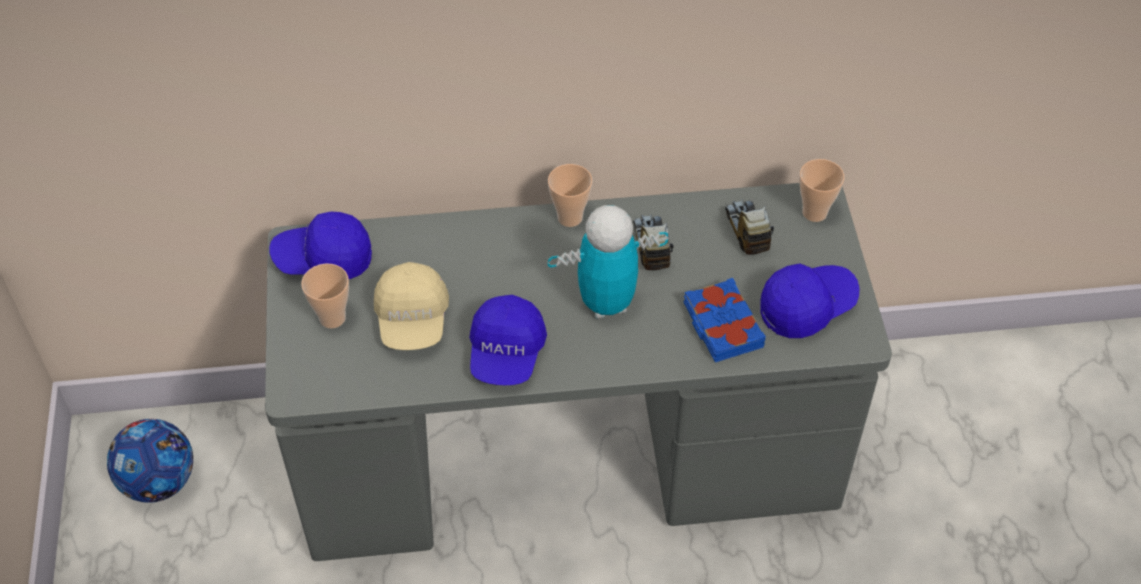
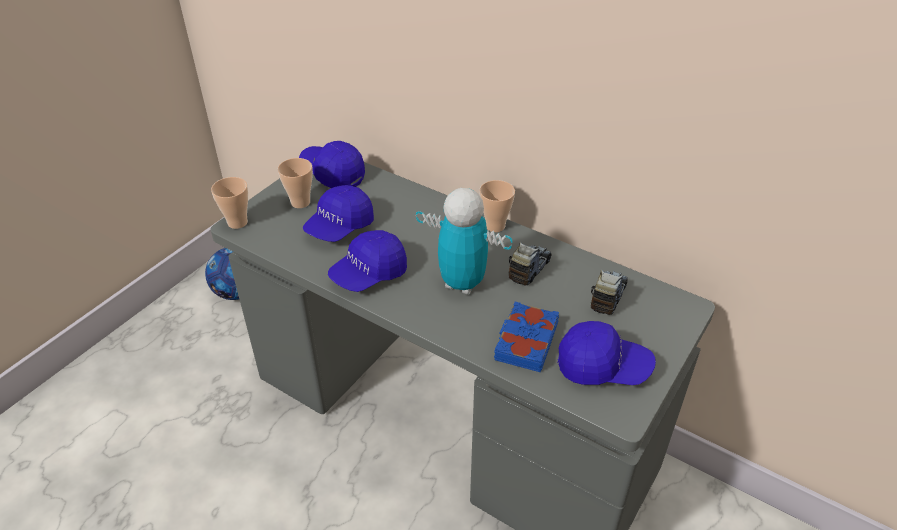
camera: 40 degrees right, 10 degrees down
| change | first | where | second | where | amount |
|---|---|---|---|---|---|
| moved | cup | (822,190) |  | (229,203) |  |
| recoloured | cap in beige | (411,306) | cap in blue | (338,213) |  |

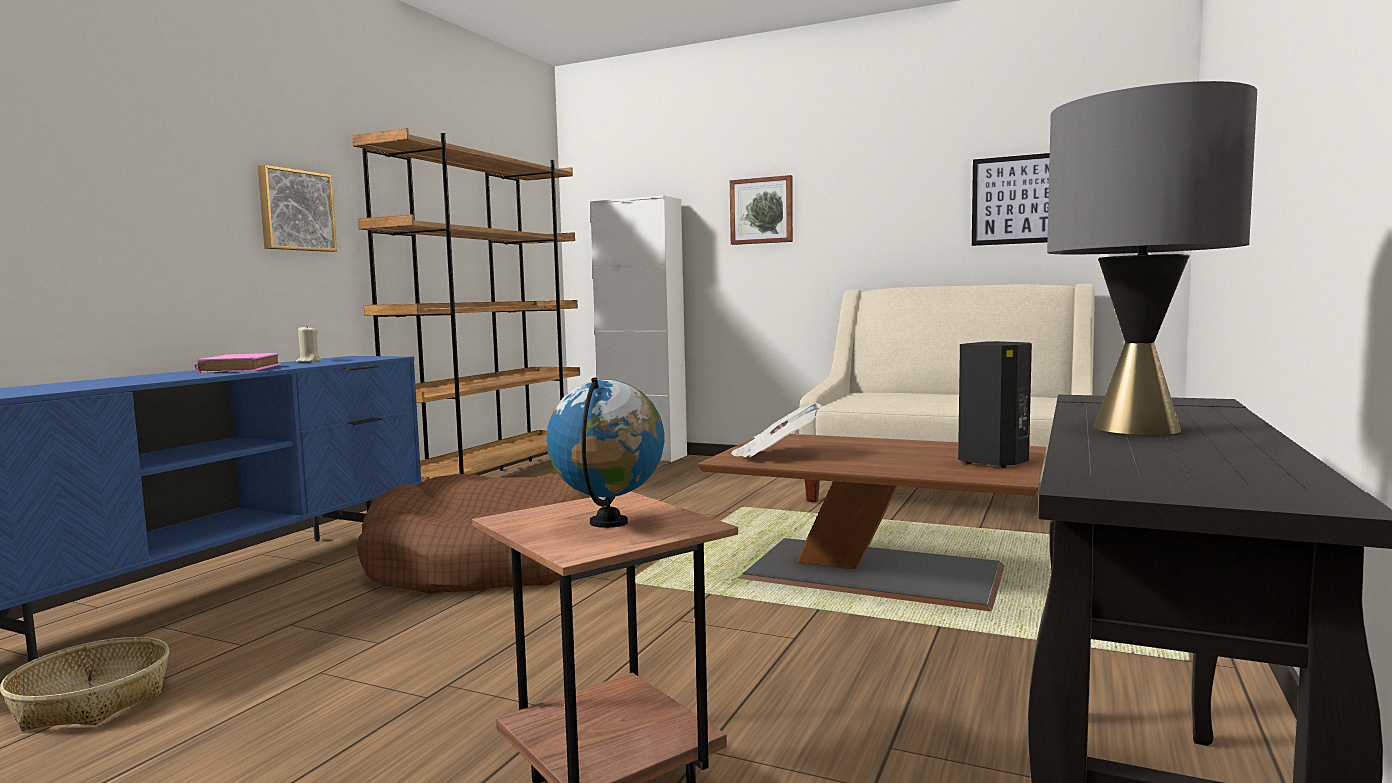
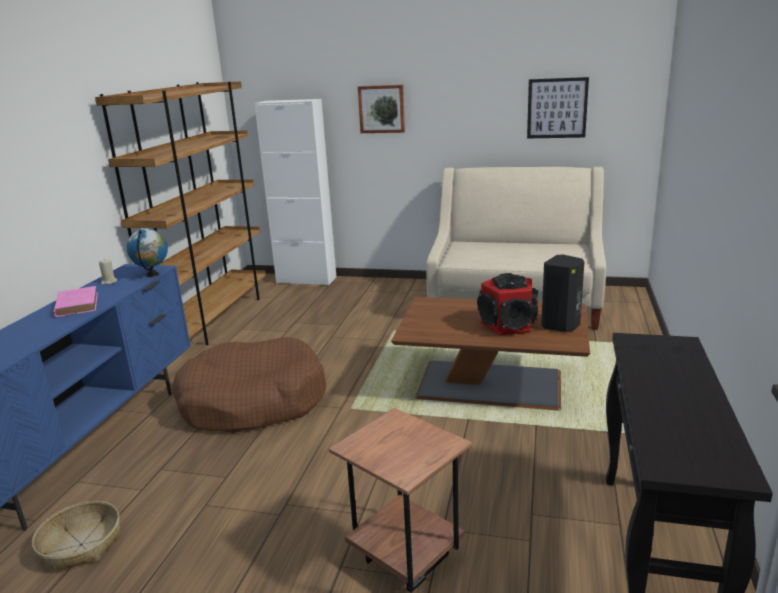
camera: 10 degrees left, 15 degrees up
| change | first | where | second | where | amount |
|---|---|---|---|---|---|
| removed | picture | (297,208) |  |  |  |
| removed | newspaper | (776,430) |  |  |  |
| removed | table lamp in grey | (1152,258) |  |  |  |
| added |  |  | speaker | (507,304) |  |
| moved | globe | (605,452) |  | (147,253) |  |

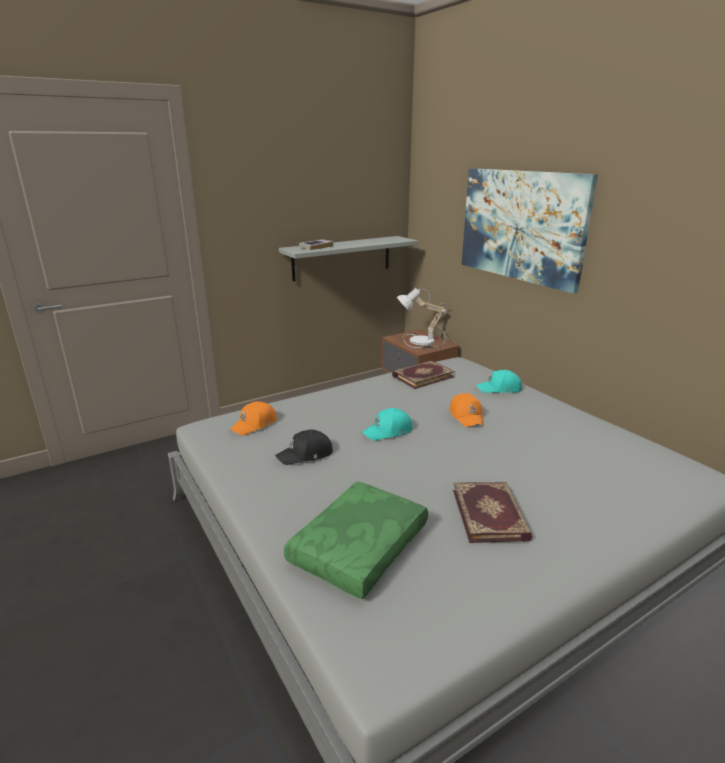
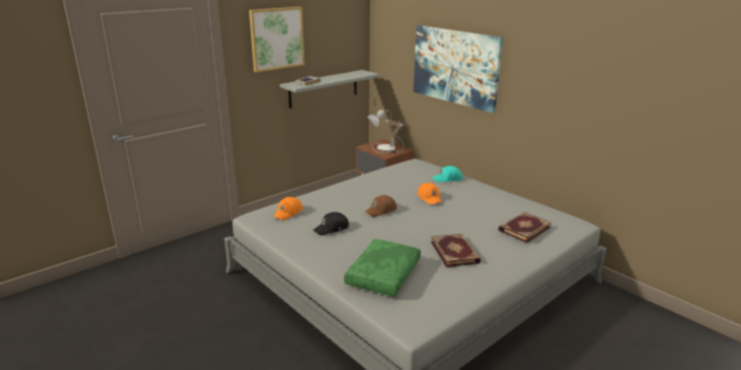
camera: 10 degrees left, 0 degrees up
| change | first | where | second | where | amount |
|---|---|---|---|---|---|
| added |  |  | picture | (277,39) |  |
| moved | book | (423,375) |  | (525,227) |  |
| recoloured | cap in turquoise | (387,424) | cap in brown | (381,206) |  |

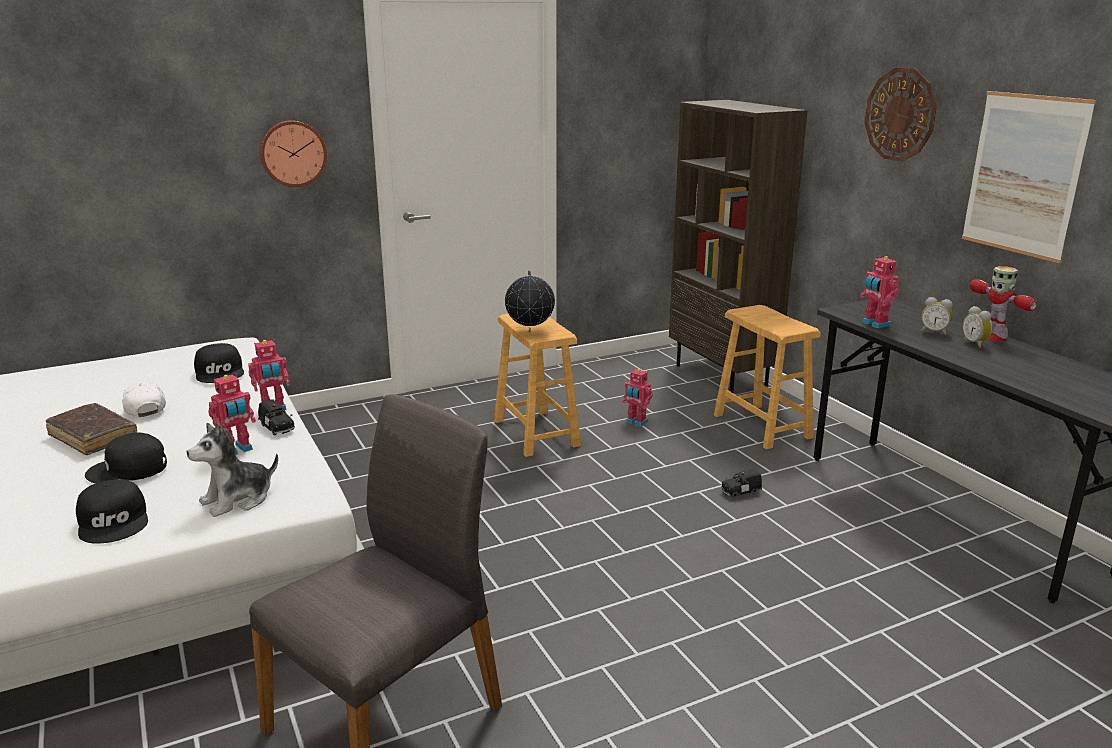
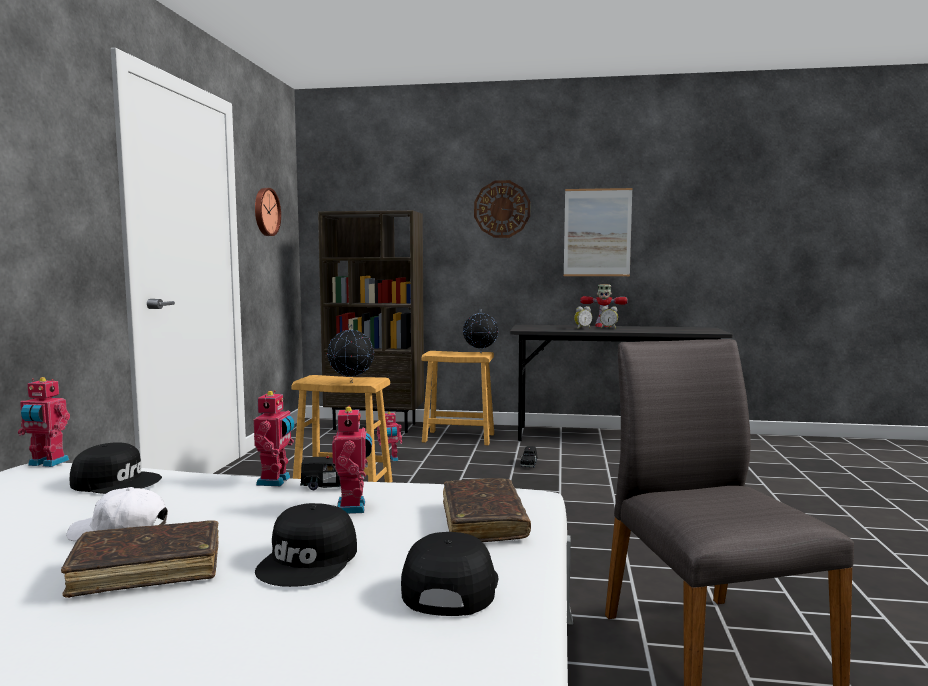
camera: 55 degrees left, 15 degrees down
| change | first | where | second | where | amount |
|---|---|---|---|---|---|
| added |  |  | globe | (480,331) |  |
| moved | wall clock | (293,153) |  | (268,212) |  |
| moved | toy robot | (879,291) |  | (44,422) |  |
| replaced | plush toy | (232,469) | book in brown | (487,510) |  |
| turned | cap in black | (112,511) |  | (449,574) | 90 degrees counterclockwise |

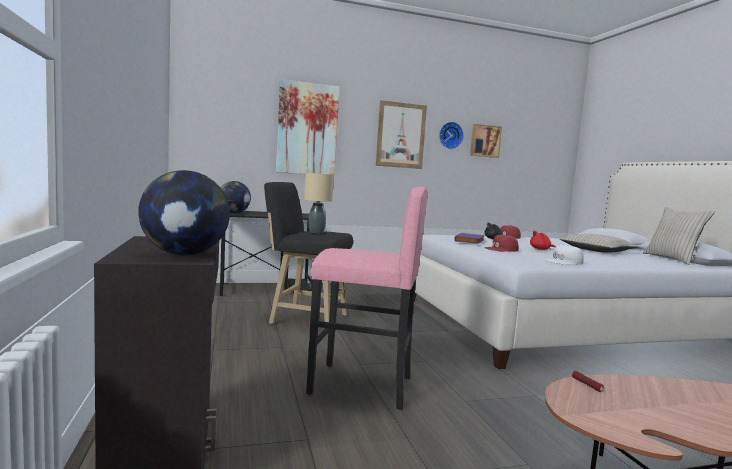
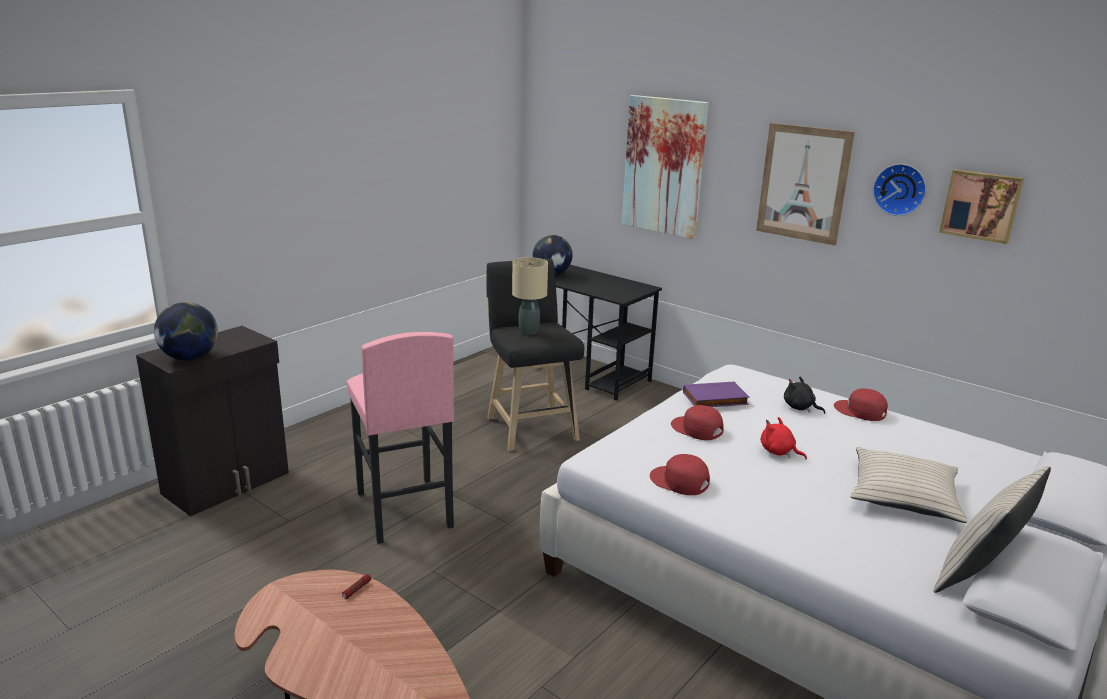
camera: 55 degrees right, 15 degrees up
| change | first | where | second | where | amount |
|---|---|---|---|---|---|
| recoloured | cap in white | (564,255) | cap in red | (680,474) |  |

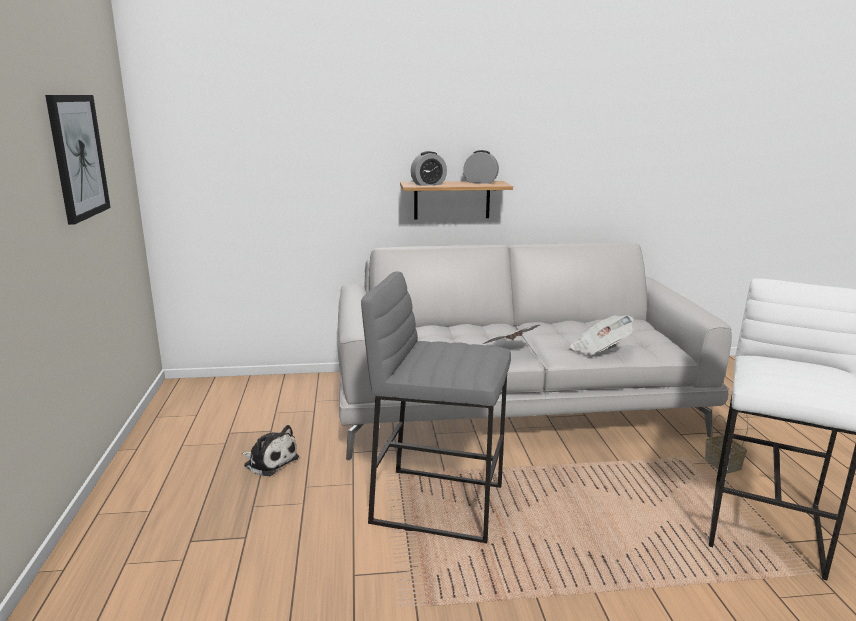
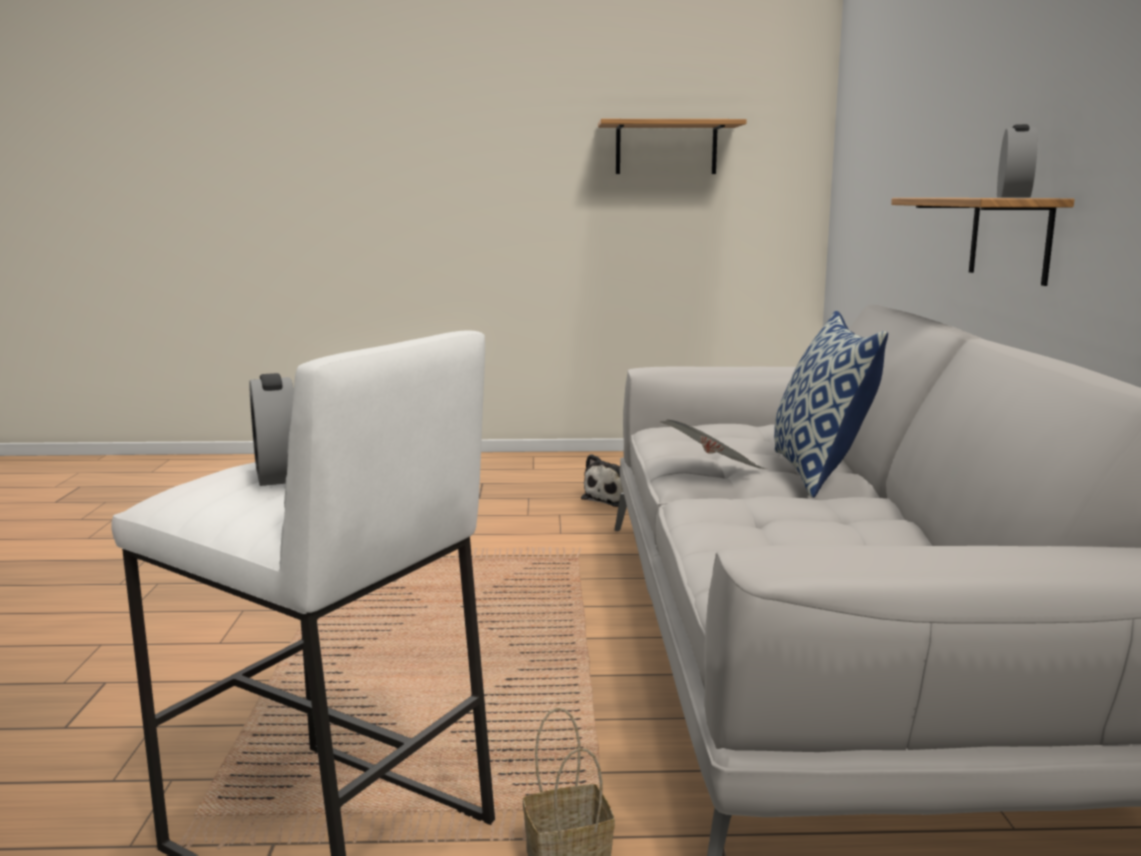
camera: 95 degrees right, 5 degrees down
| change | first | where | second | where | amount |
|---|---|---|---|---|---|
| removed | stool in grey | (436,407) |  |  |  |
| removed | newspaper | (602,335) |  |  |  |
| added |  |  | pillow | (831,404) |  |
| moved | alarm clock | (429,168) |  | (271,429) |  |
| replaced | picture | (78,160) | shelf | (672,146) |  |

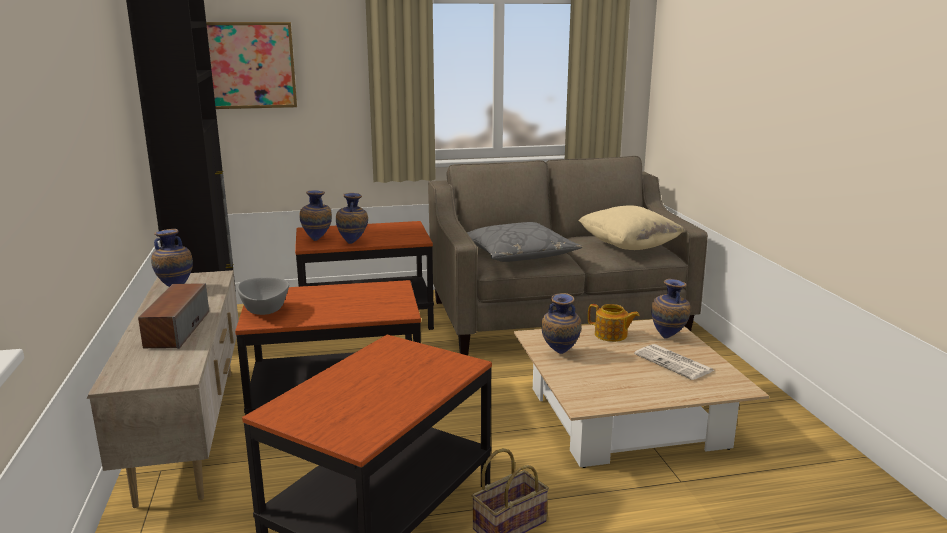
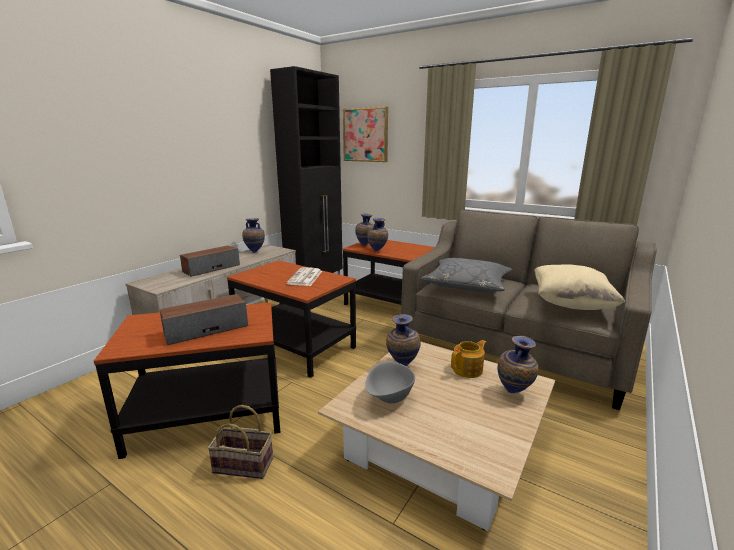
camera: 45 degrees right, 0 degrees up
| change | first | where | second | where | amount |
|---|---|---|---|---|---|
| added |  |  | speaker | (203,319) |  |
| moved | bowl in grey | (263,296) |  | (390,382) |  |
| moved | newspaper | (674,362) |  | (304,276) |  |
| turned | teapot | (613,323) |  | (469,359) | 105 degrees counterclockwise |

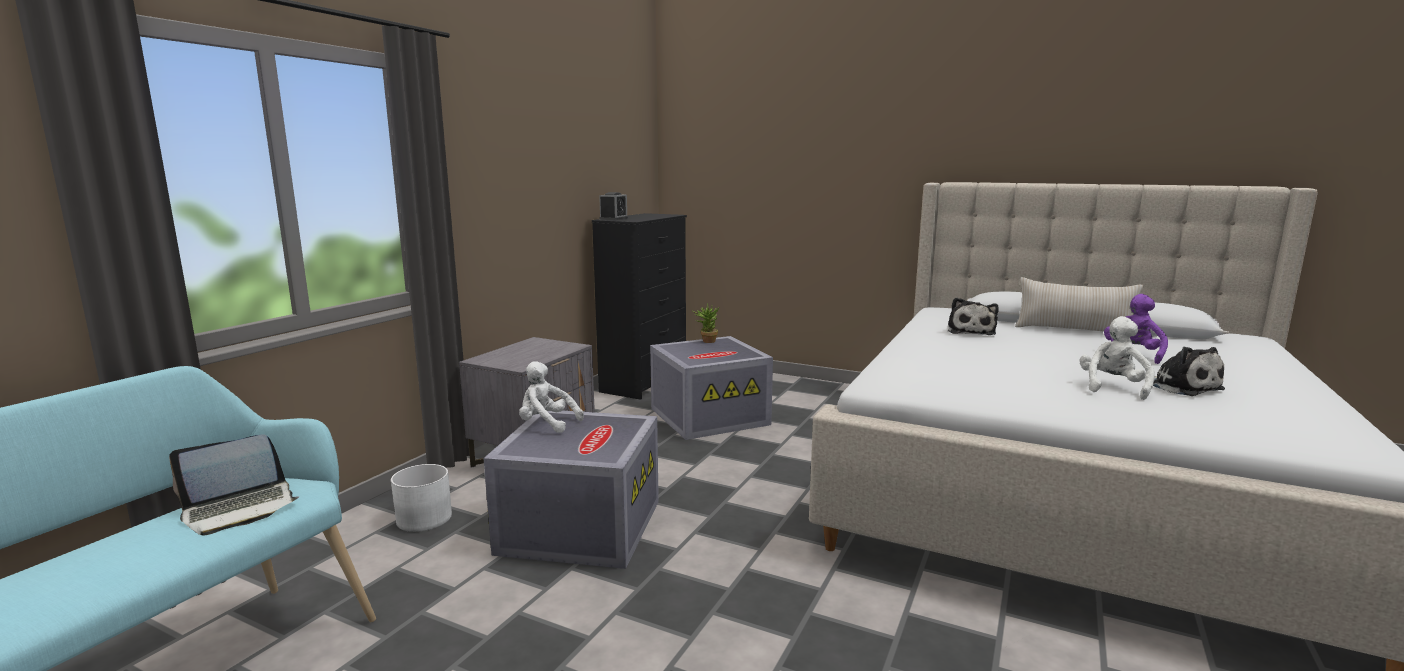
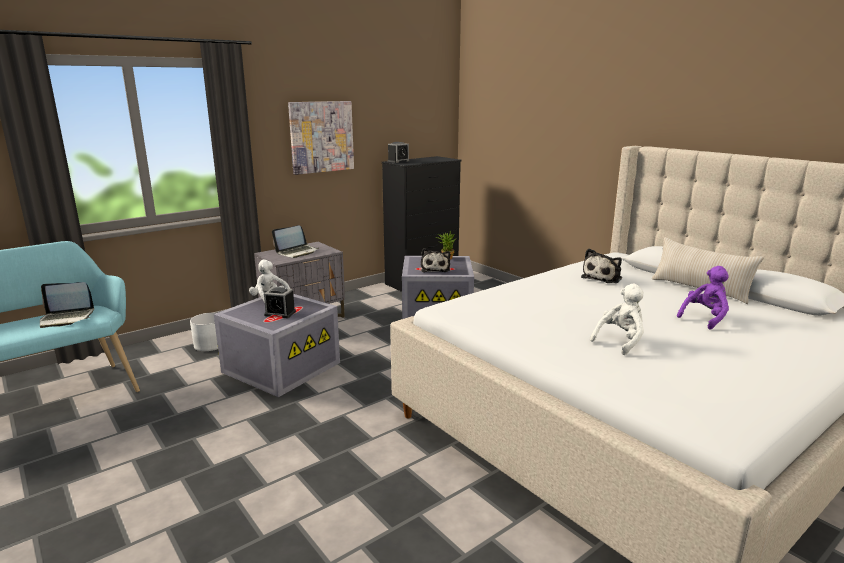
camera: 25 degrees right, 5 degrees up
| change | first | where | second | where | amount |
|---|---|---|---|---|---|
| added |  |  | alarm clock | (280,302) |  |
| added |  |  | laptop | (295,241) |  |
| added |  |  | picture | (321,138) |  |
| moved | plush toy | (1189,371) |  | (435,260) |  |

